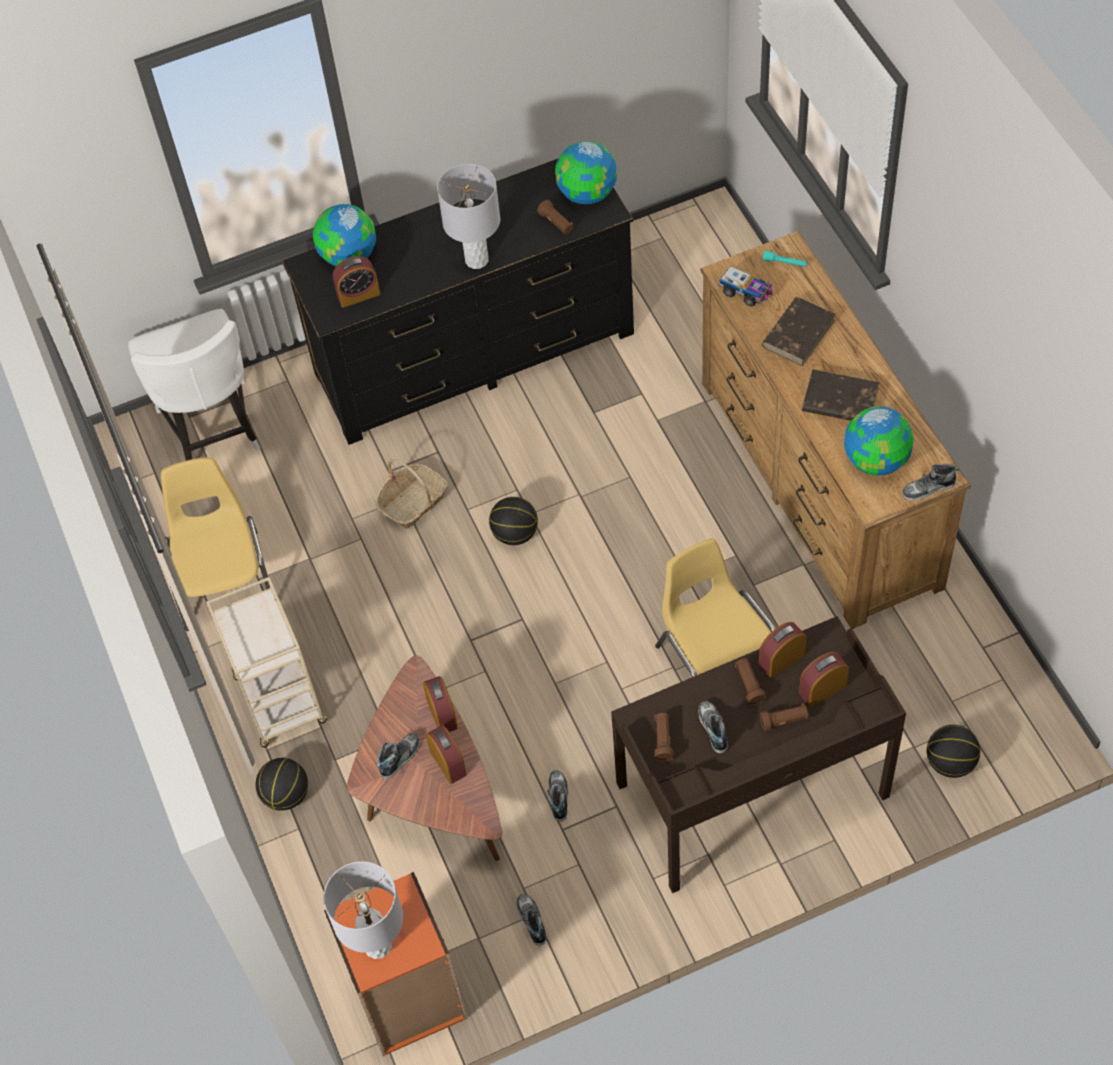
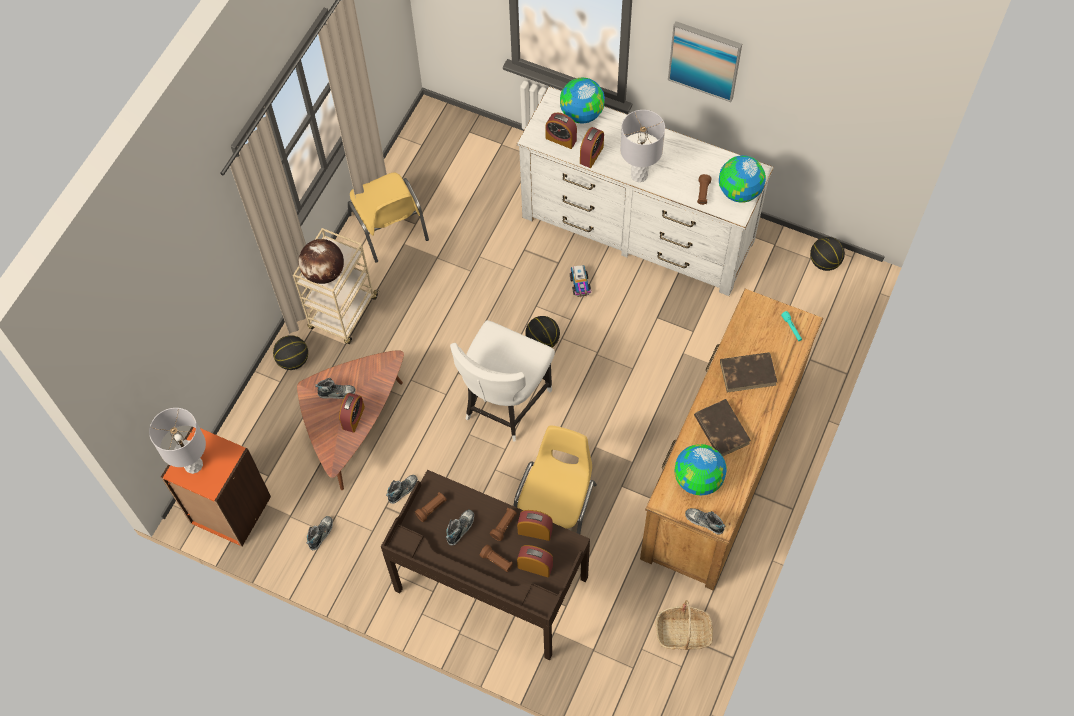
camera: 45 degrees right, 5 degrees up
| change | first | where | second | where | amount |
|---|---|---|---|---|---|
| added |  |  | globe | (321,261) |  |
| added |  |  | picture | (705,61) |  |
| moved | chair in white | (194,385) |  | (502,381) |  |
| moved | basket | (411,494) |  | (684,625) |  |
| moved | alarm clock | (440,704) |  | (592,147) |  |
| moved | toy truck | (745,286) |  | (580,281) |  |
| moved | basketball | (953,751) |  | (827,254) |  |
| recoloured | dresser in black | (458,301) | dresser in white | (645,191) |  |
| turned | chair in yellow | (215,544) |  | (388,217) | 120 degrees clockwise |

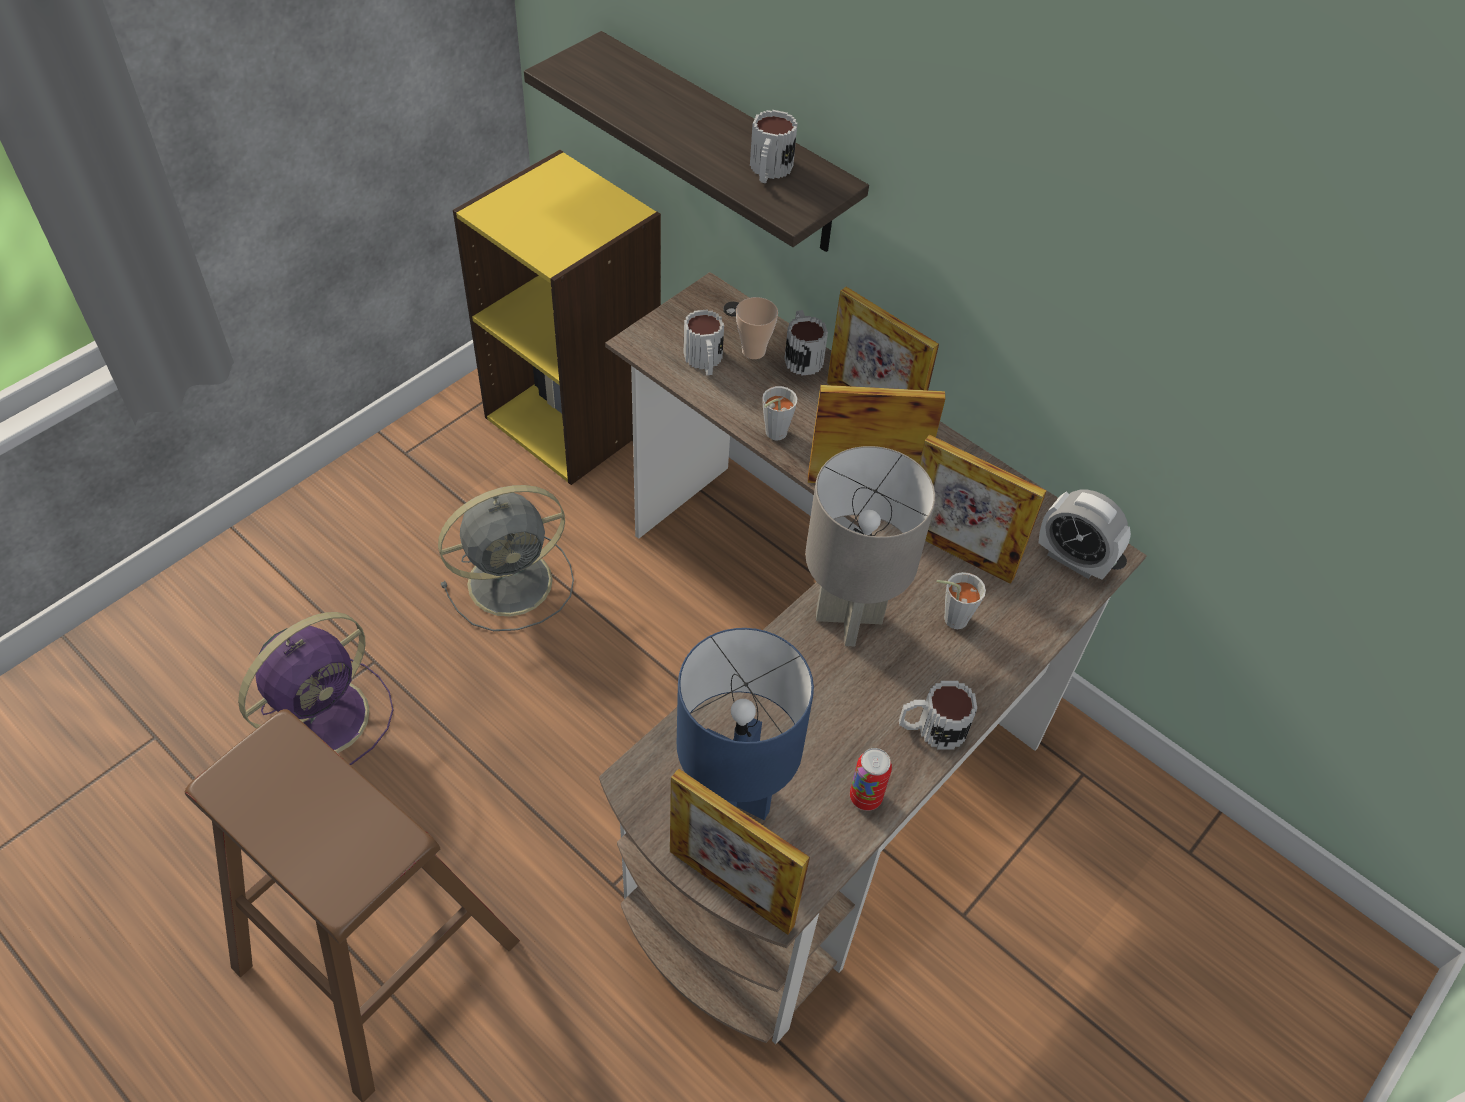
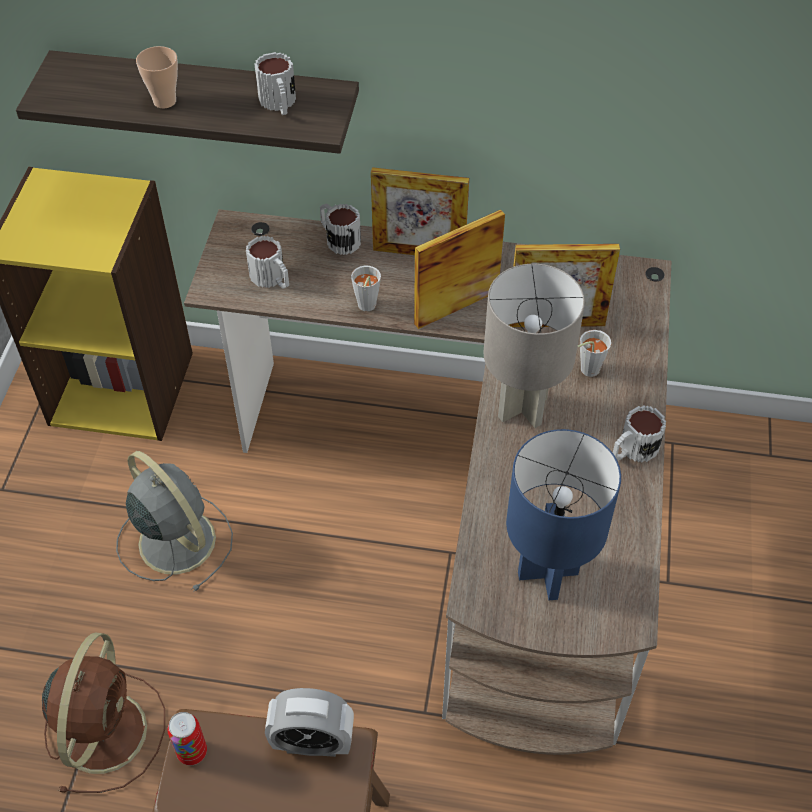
camera: 30 degrees left, 0 degrees up
| change | first | where | second | where | amount |
|---|---|---|---|---|---|
| removed | picture frame | (740,851) |  |  |  |
| moved | cup | (757,328) |  | (157,77) |  |
| moved | can | (871,779) |  | (187,738) |  |
| moved | alarm clock | (1084,535) |  | (309,722) |  |
| recoloured | fan in purple | (316,688) | fan in brown | (103,712) |  |
| turned | fan in grey | (506,558) |  | (174,521) | 75 degrees counterclockwise |

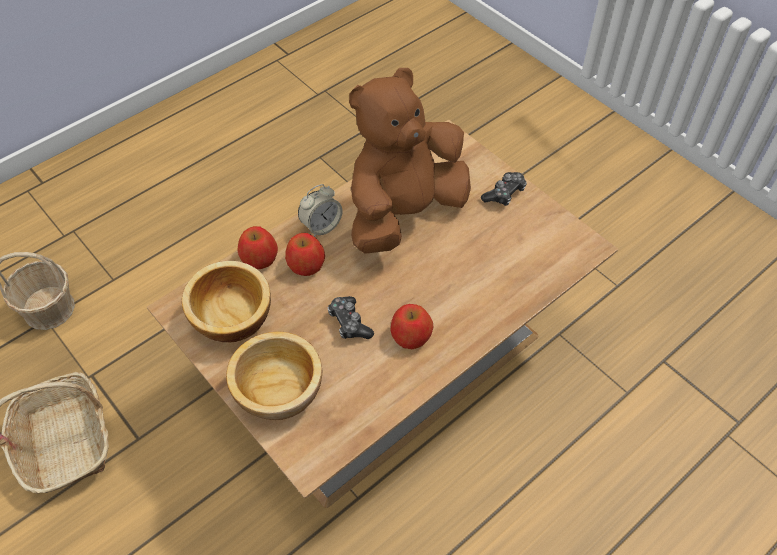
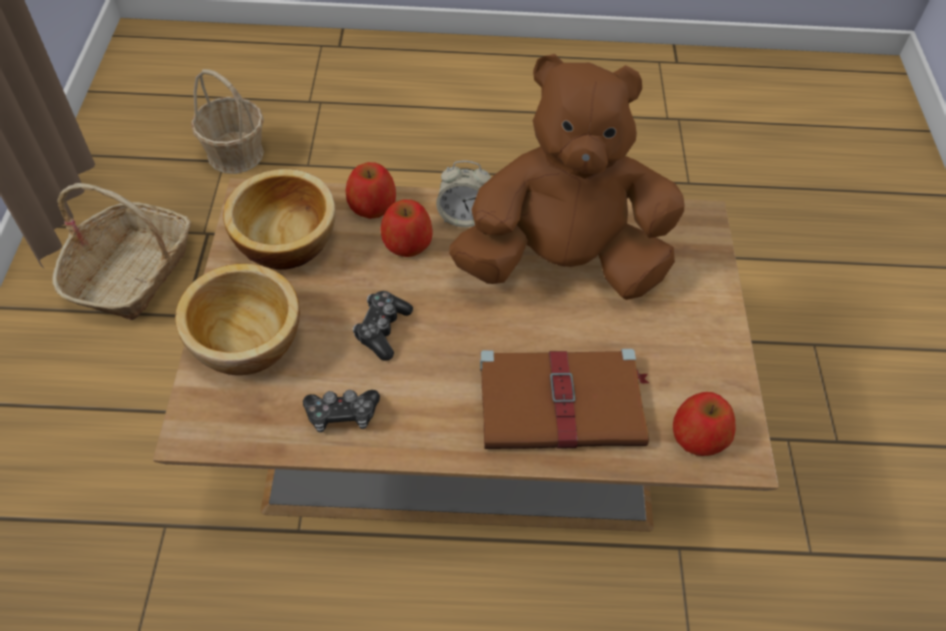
camera: 40 degrees right, 0 degrees up
| change | first | where | second | where | amount |
|---|---|---|---|---|---|
| added |  |  | book in brown | (564,399) |  |
| moved | apple | (412,326) |  | (704,424) |  |
| moved | game controller | (504,189) |  | (341,411) |  |

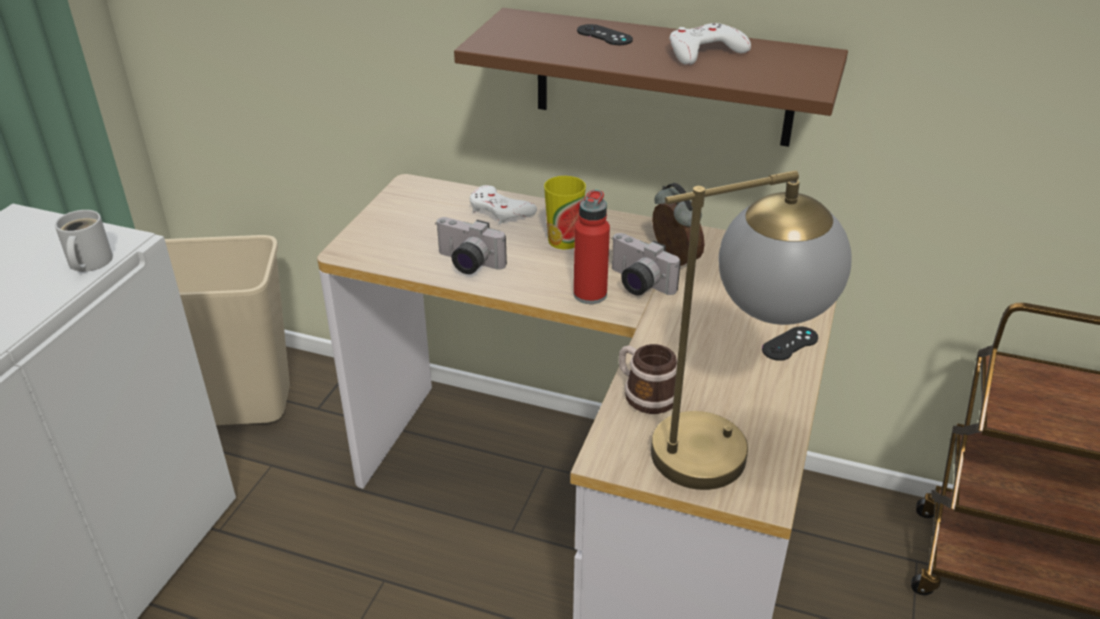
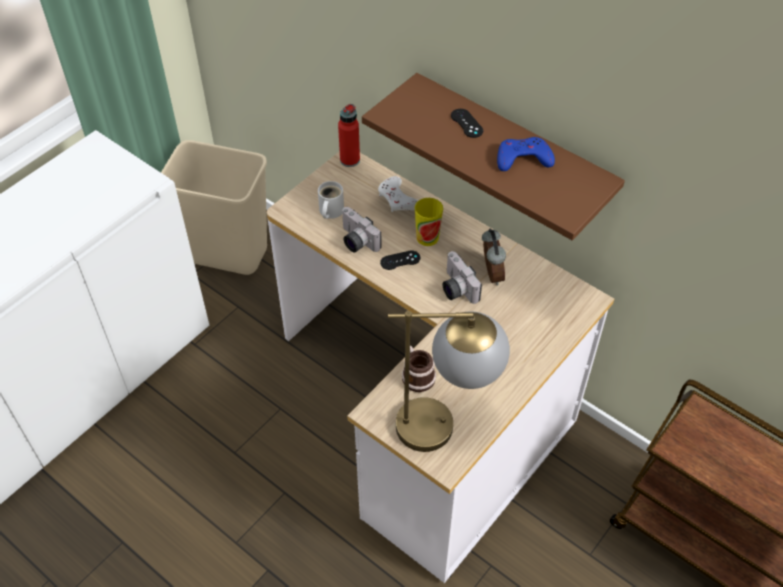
camera: 20 degrees right, 15 degrees up
| change | first | where | second | where | amount |
|---|---|---|---|---|---|
| moved | mug in white | (84,241) |  | (331,200) |  |
| moved | bottle in red | (592,247) |  | (349,135) |  |
| moved | game controller in black | (790,343) |  | (400,260) |  |
| recoloured | game controller in white | (710,44) | game controller in blue | (526,154) |  |

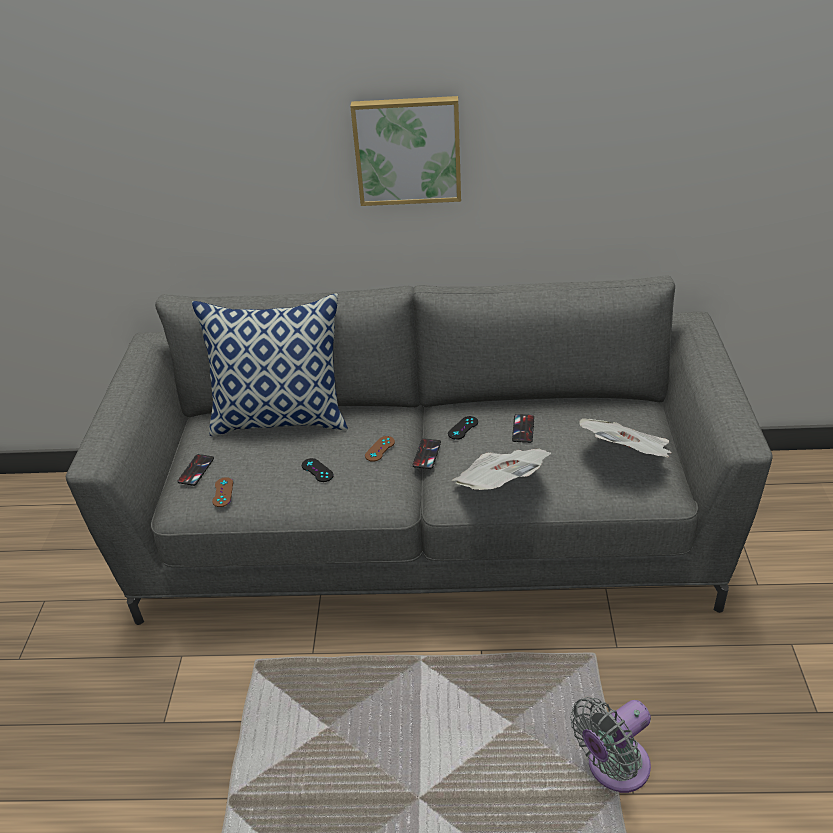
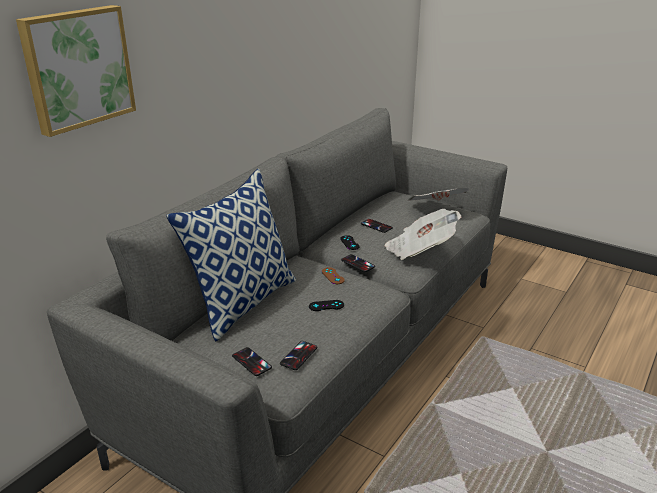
camera: 60 degrees left, 10 degrees down
| change | first | where | second | where | amount |
|---|---|---|---|---|---|
| removed | fan in grey | (610,745) |  |  |  |
| moved | picture | (405,151) |  | (76,71) |  |
| replaced | game controller in brown | (222,492) | phone | (298,355) |  |

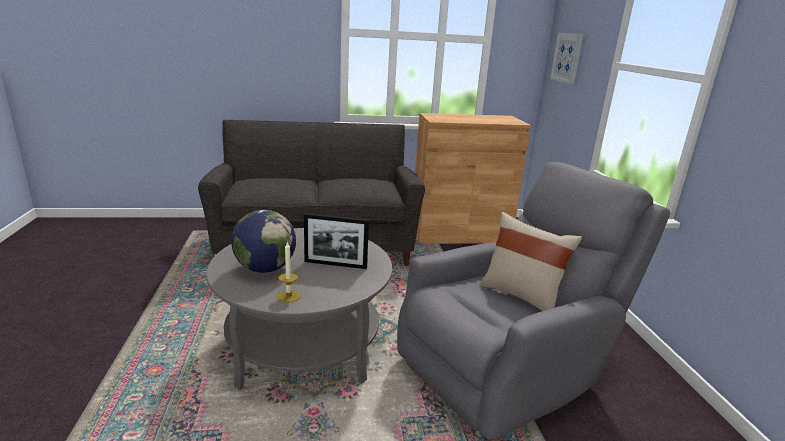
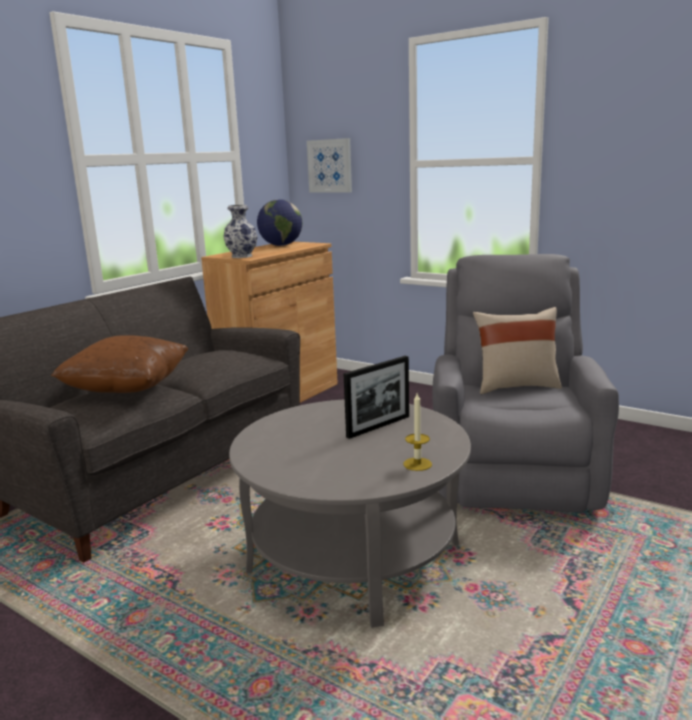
camera: 45 degrees left, 5 degrees down
| change | first | where | second | where | amount |
|---|---|---|---|---|---|
| added |  |  | pillow in brown | (119,364) |  |
| added |  |  | vase | (240,231) |  |
| moved | globe | (263,241) |  | (279,222) |  |

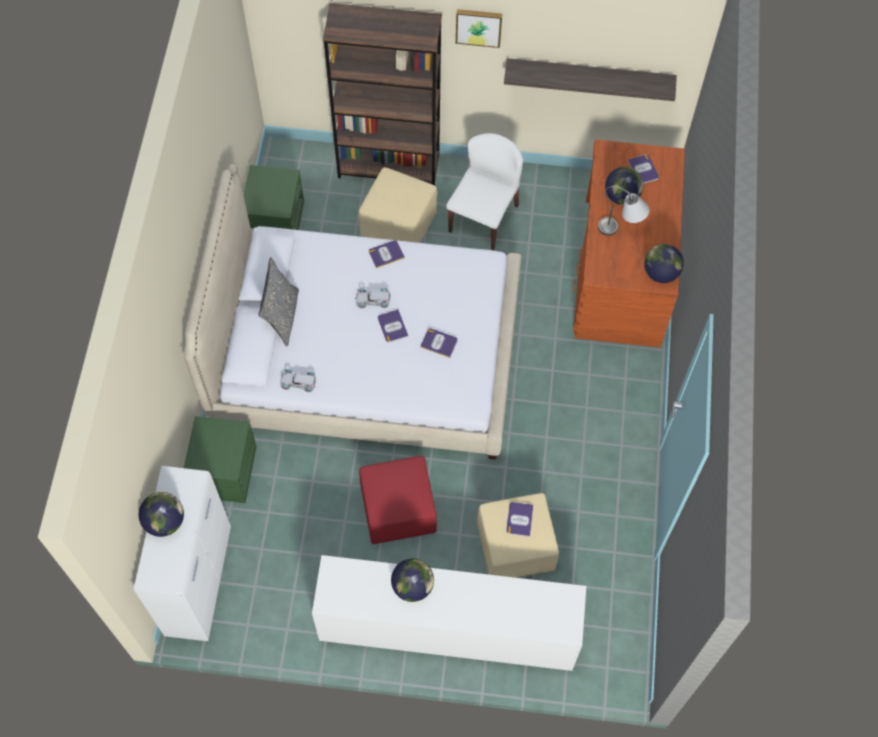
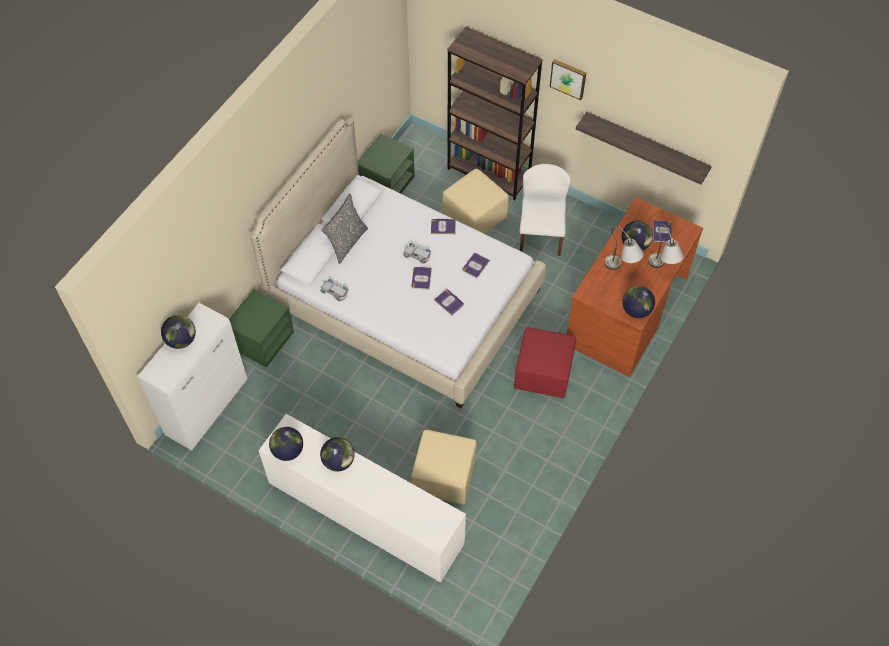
camera: 25 degrees right, 5 degrees down
| change | first | where | second | where | amount |
|---|---|---|---|---|---|
| added |  |  | globe | (286,444) |  |
| added |  |  | table lamp in grey | (666,246) |  |
| moved | ottoman in red | (398,500) |  | (545,362) |  |
| moved | book | (520,519) |  | (476,265) |  |
| turned | chair in white | (484,191) |  | (545,210) | 45 degrees counterclockwise |

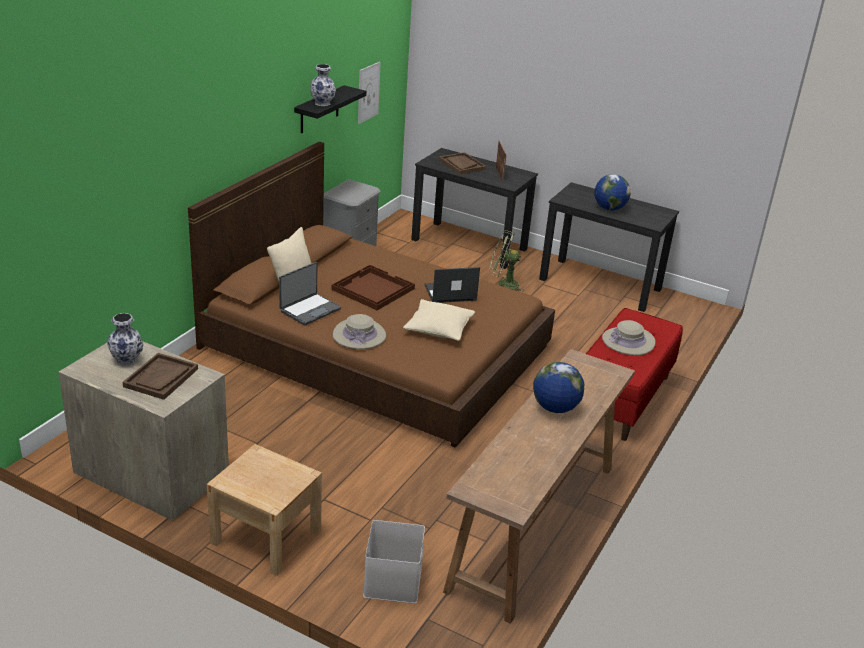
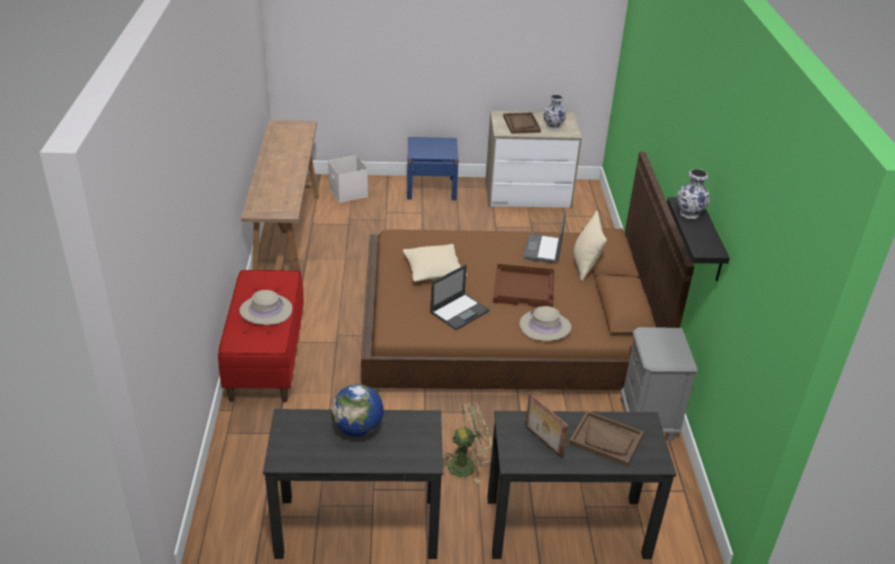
camera: 150 degrees right, 5 degrees up
| change | first | where | second | where | amount |
|---|---|---|---|---|---|
| removed | picture | (369,93) |  |  |  |
| removed | globe | (558,387) |  |  |  |
| moved | hat in beige | (359,331) |  | (546,323) |  |
| recoloured | nightstand in beige | (264,510) | nightstand in blue | (433,168) |  |

